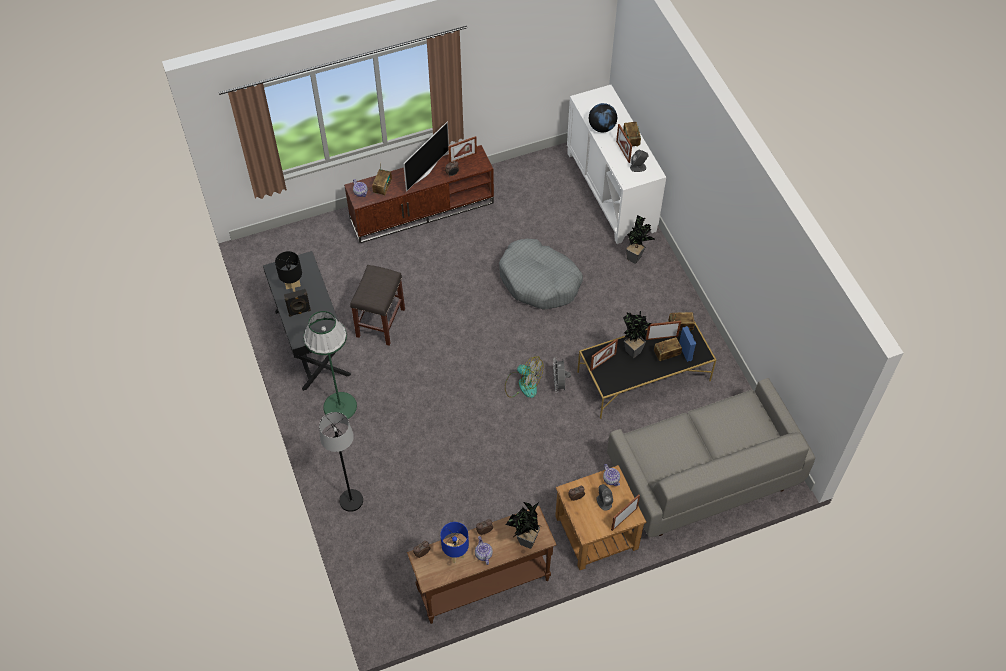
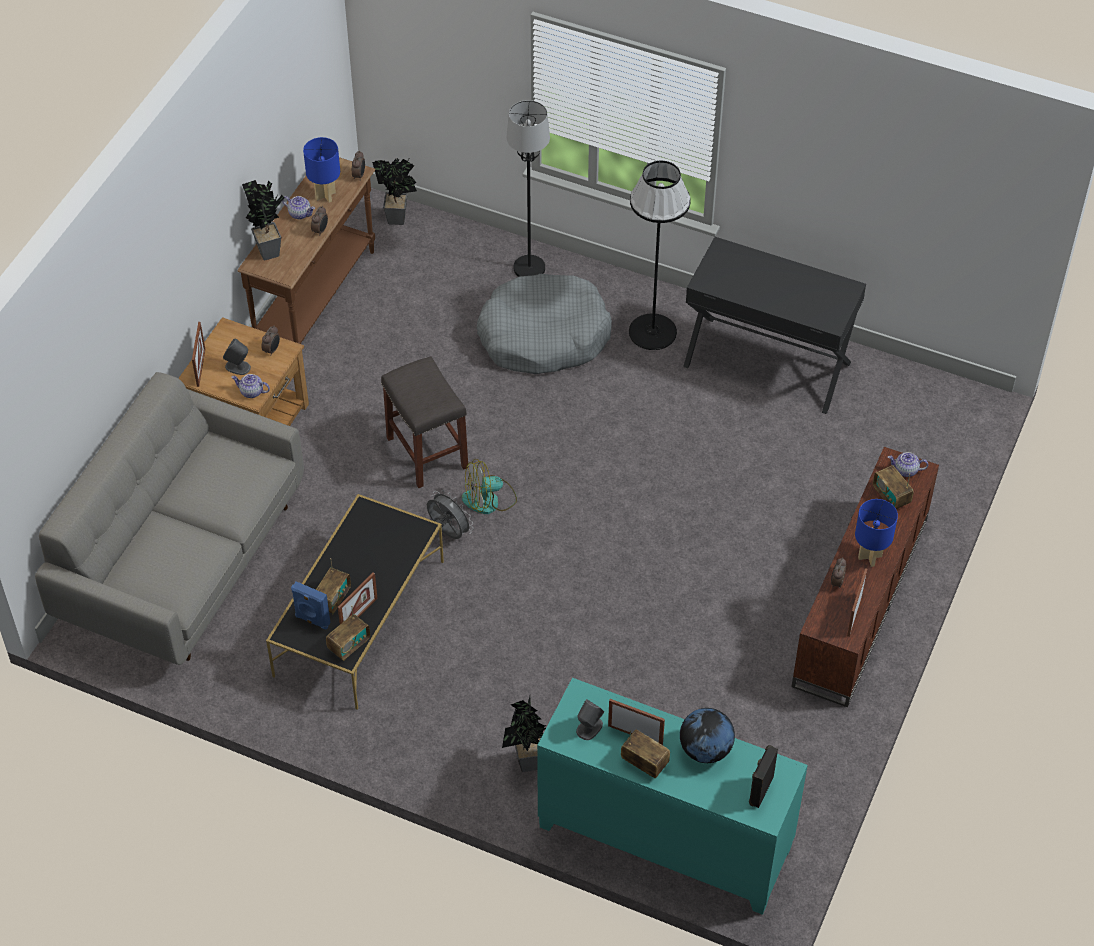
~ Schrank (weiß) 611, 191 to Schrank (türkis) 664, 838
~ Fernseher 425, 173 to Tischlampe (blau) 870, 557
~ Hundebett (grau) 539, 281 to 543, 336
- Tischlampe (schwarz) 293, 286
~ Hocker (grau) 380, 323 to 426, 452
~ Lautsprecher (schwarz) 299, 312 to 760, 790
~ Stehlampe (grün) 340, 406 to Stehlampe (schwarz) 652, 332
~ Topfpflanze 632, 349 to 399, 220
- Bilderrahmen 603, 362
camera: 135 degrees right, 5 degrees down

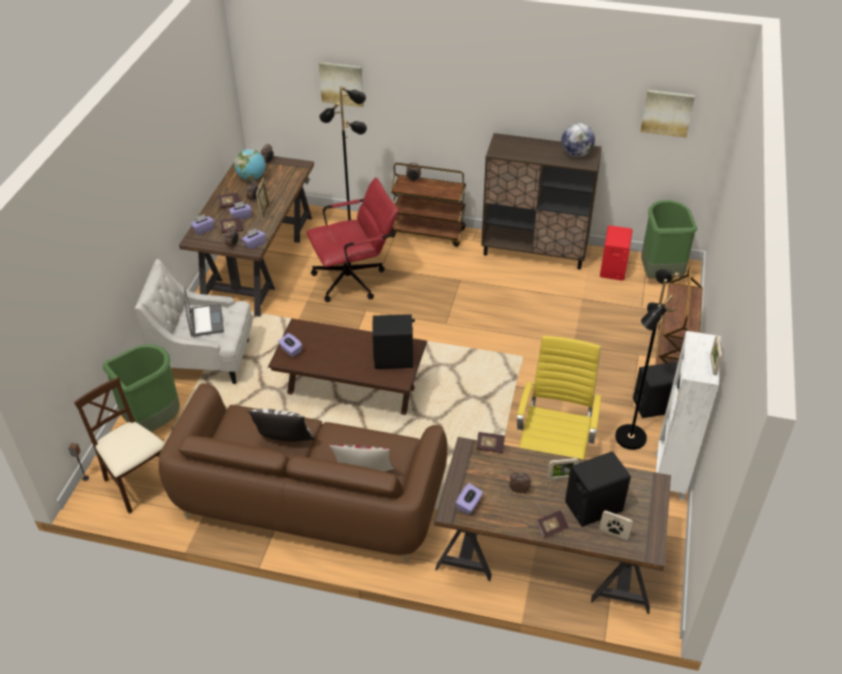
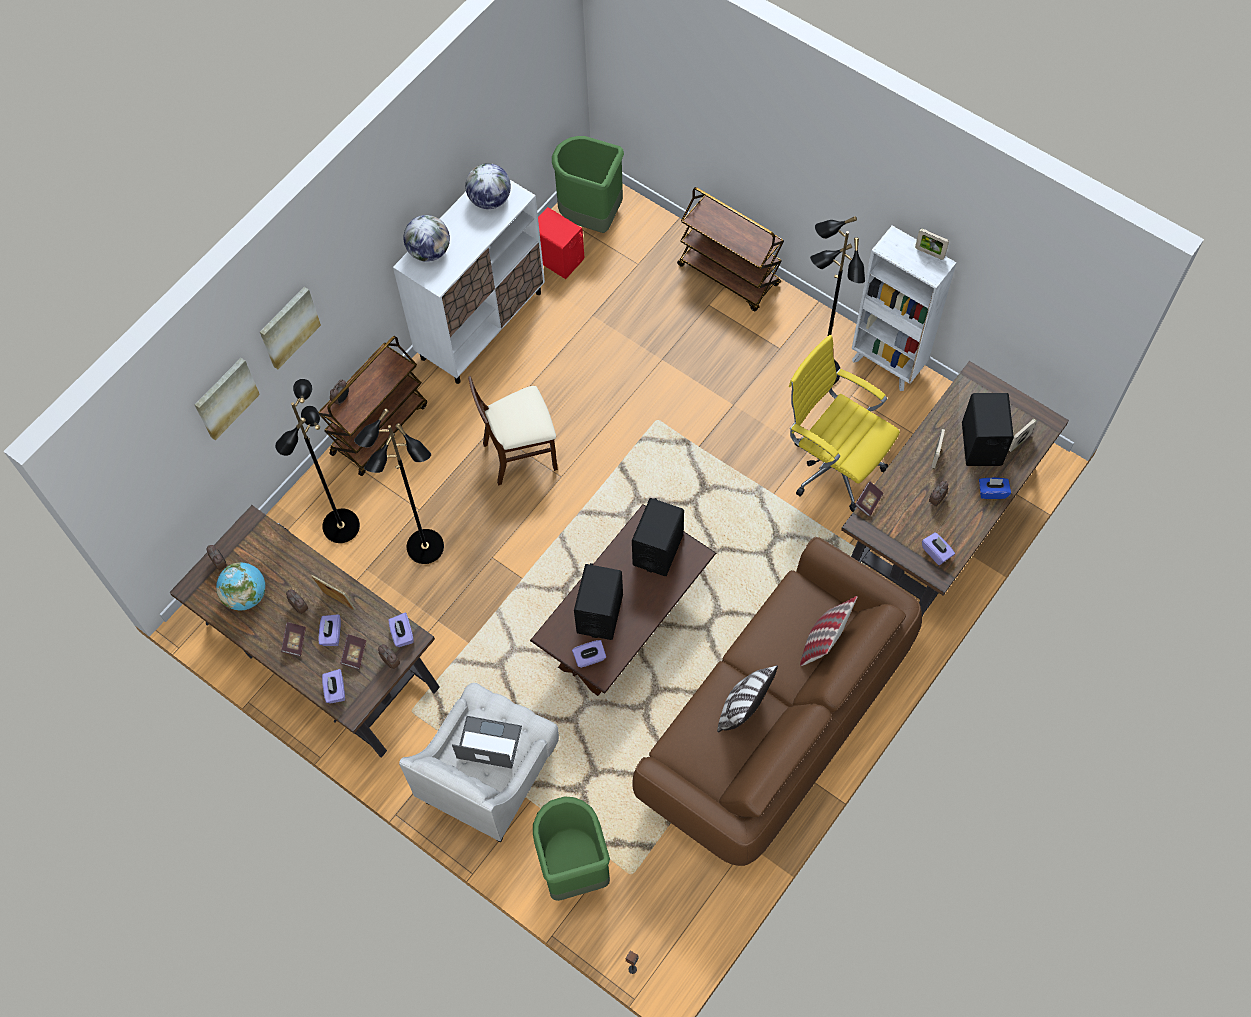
~ Bild 667, 112 to 288, 326
~ Schrank (braun) 535, 251 to Schrank (weiß) 482, 325
~ Bürostuhl (rot) 355, 279 to Stehlampe (schwarz) 425, 548
~ Lautsprecher (schwarz) 655, 406 to 599, 614
~ Stuhl (beige) 138, 483 to 520, 454
~ Buch 551, 527 to Taschentuchbox (blau) 992, 492
+ Globus 429, 251
camera: 65 degrees left, 20 degrees up

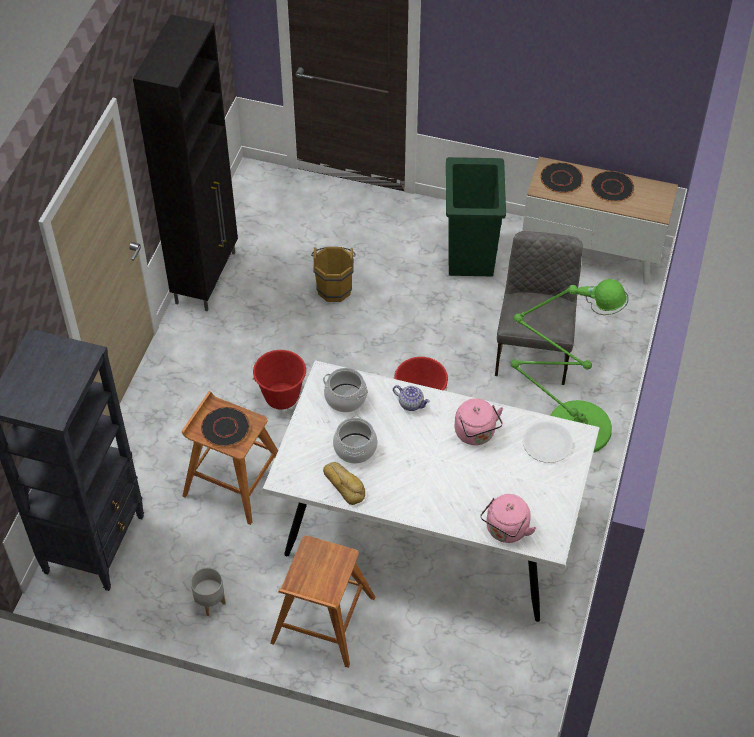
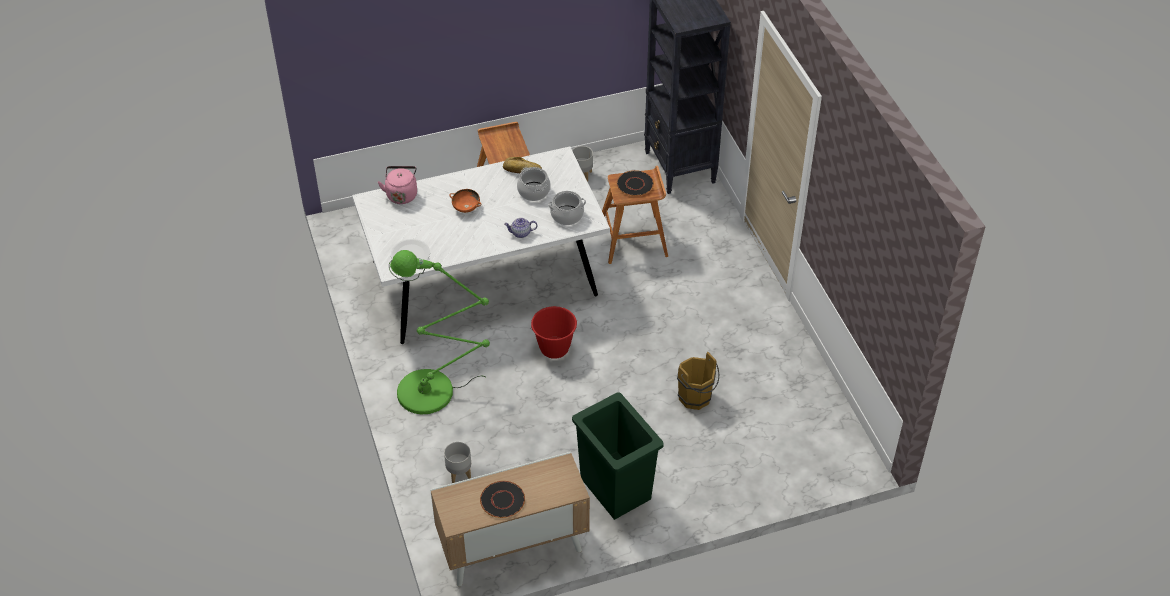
- Schrank (schwarz) 207, 277
- Teller (schwarz) 561, 179
- Stuhl (grau) 533, 350
- Eimer (rot) 281, 397
- Wasserkessel (rosa) 476, 434
+ Schüssel (orange) 466, 207
+ Pflanzkübel (grau) 459, 474
camera: 145 degrees right, 5 degrees down

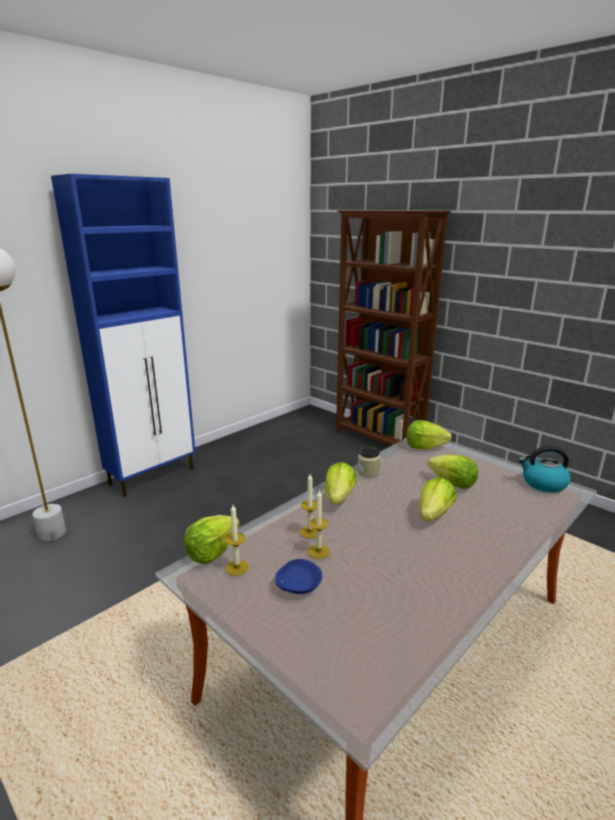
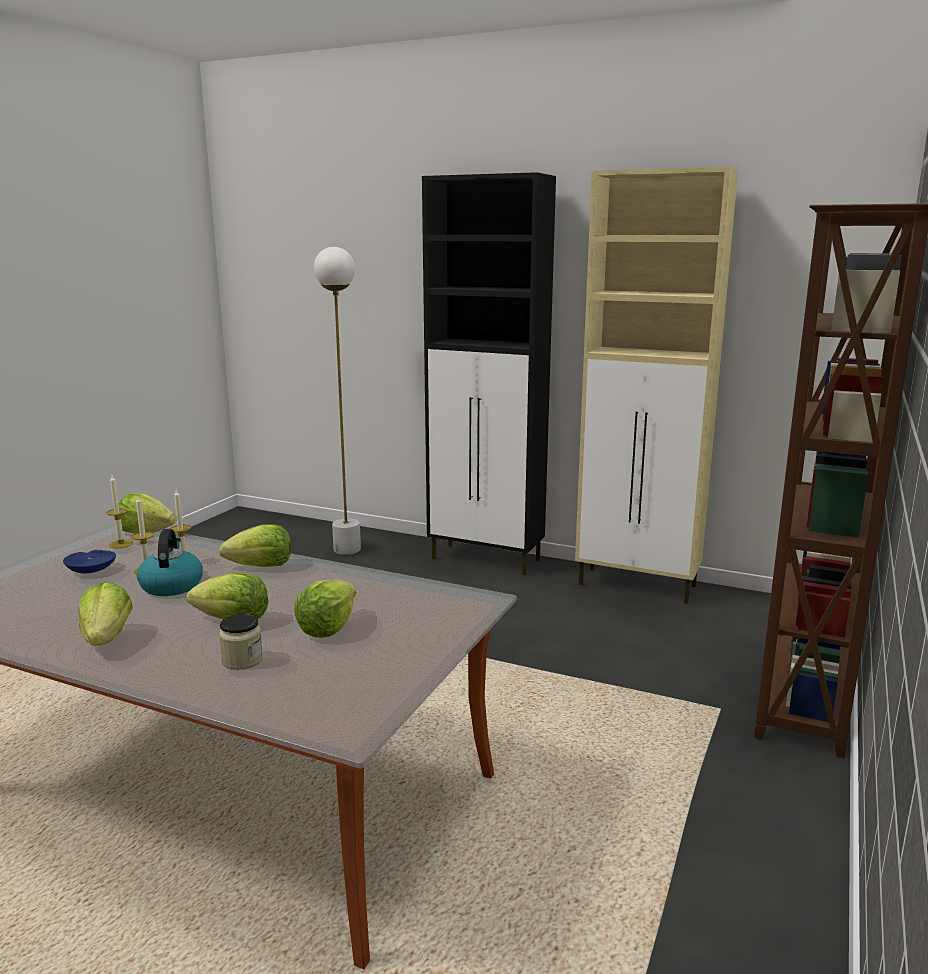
~ Schrank (blau) 153, 476 to Schrank (schwarz) 487, 559
~ Salatkopf 425, 447 to 106, 639
~ Wasserkessel 543, 483 to 171, 585
~ Vorratsglas 368, 472 to 242, 660
+ Schrank (beige) 638, 585
camera: 70 degrees right, 5 degrees down

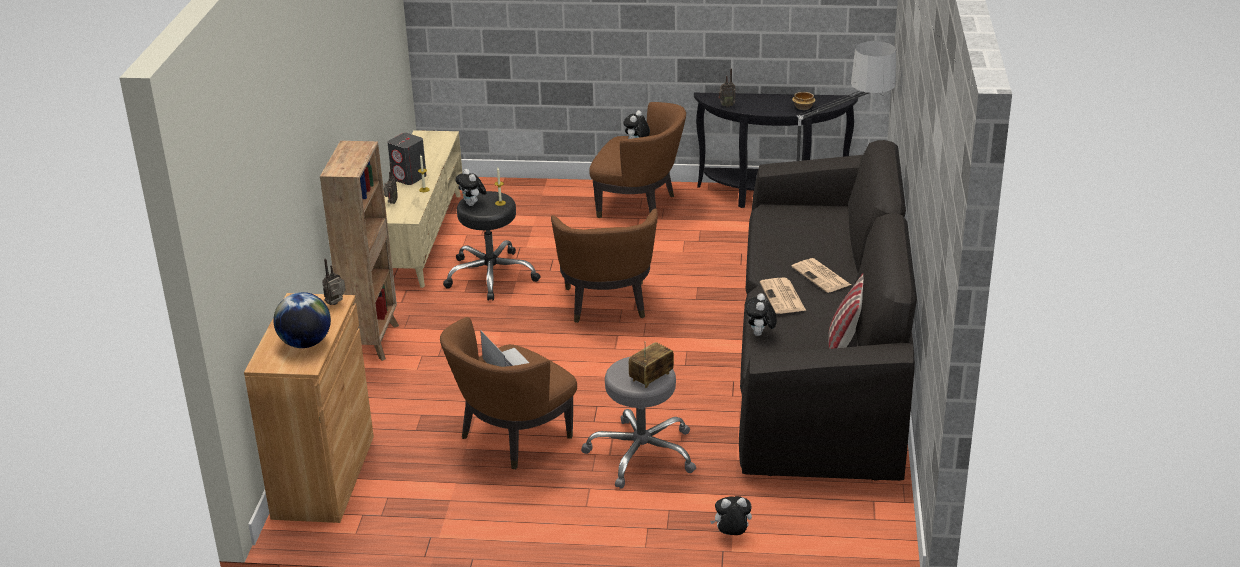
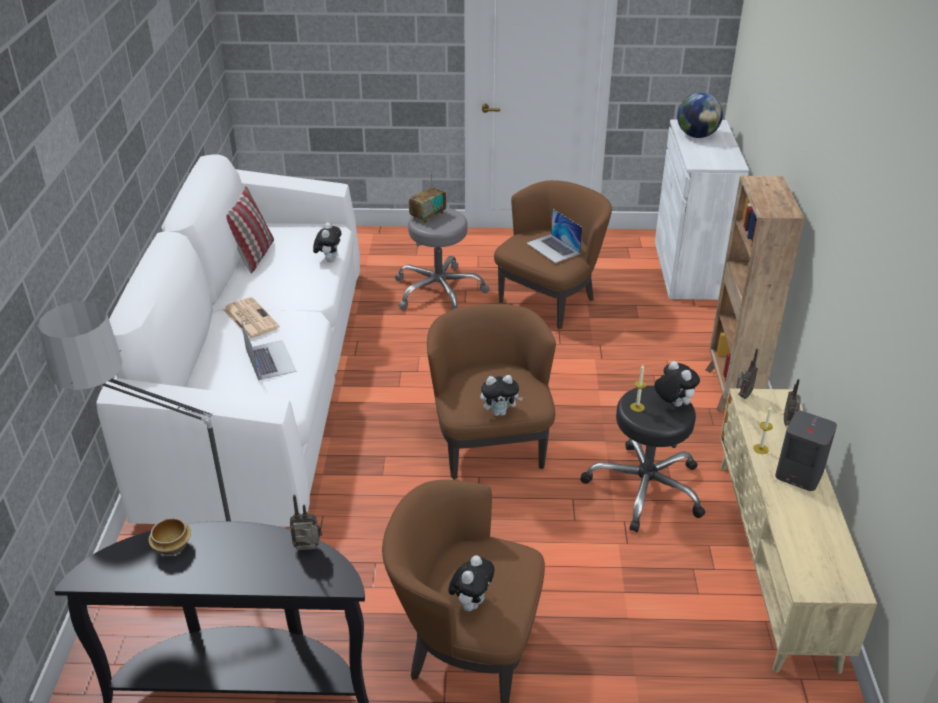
~ Sofa (schwarz) 820, 359 to Sofa (weiß) 263, 380
~ Radio 337, 304 to 742, 396
- Zeitung 783, 297
~ Schrank (braun) 324, 476 to Schrank (weiß) 688, 269
~ Plüschtier 731, 535 to 500, 412
+ Laptop 270, 359
camera: 175 degrees right, 5 degrees up

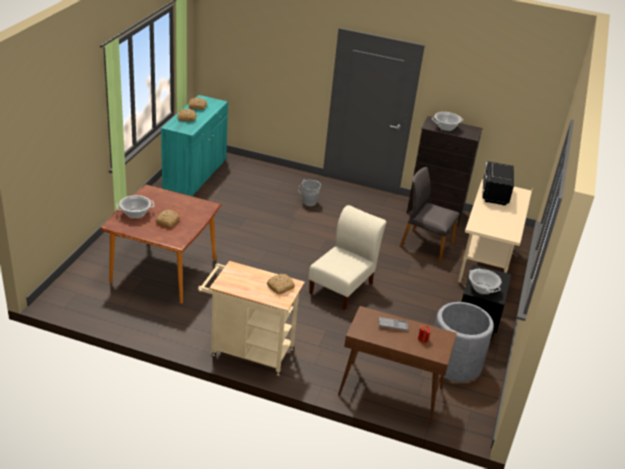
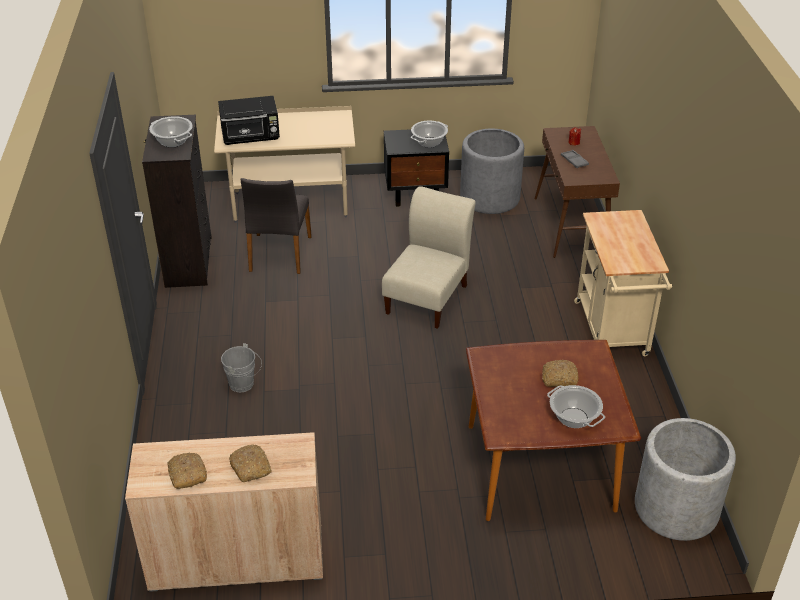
~ Schrank (türkis) 195, 174 to Schrank (beige) 237, 558
~ Stuhl (beige) 343, 286 = 428, 297 105 degrees clockwise
- Brot 280, 286
+ Pflanzkübel (grau) 676, 509
camera: 110 degrees left, 5 degrees up

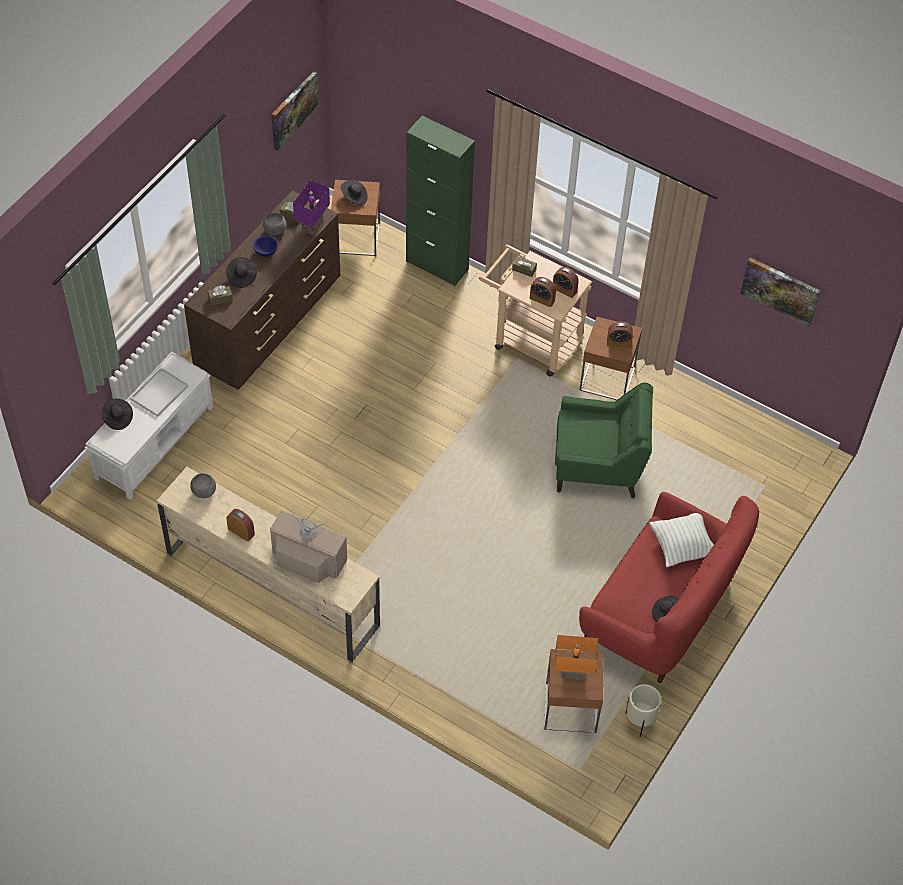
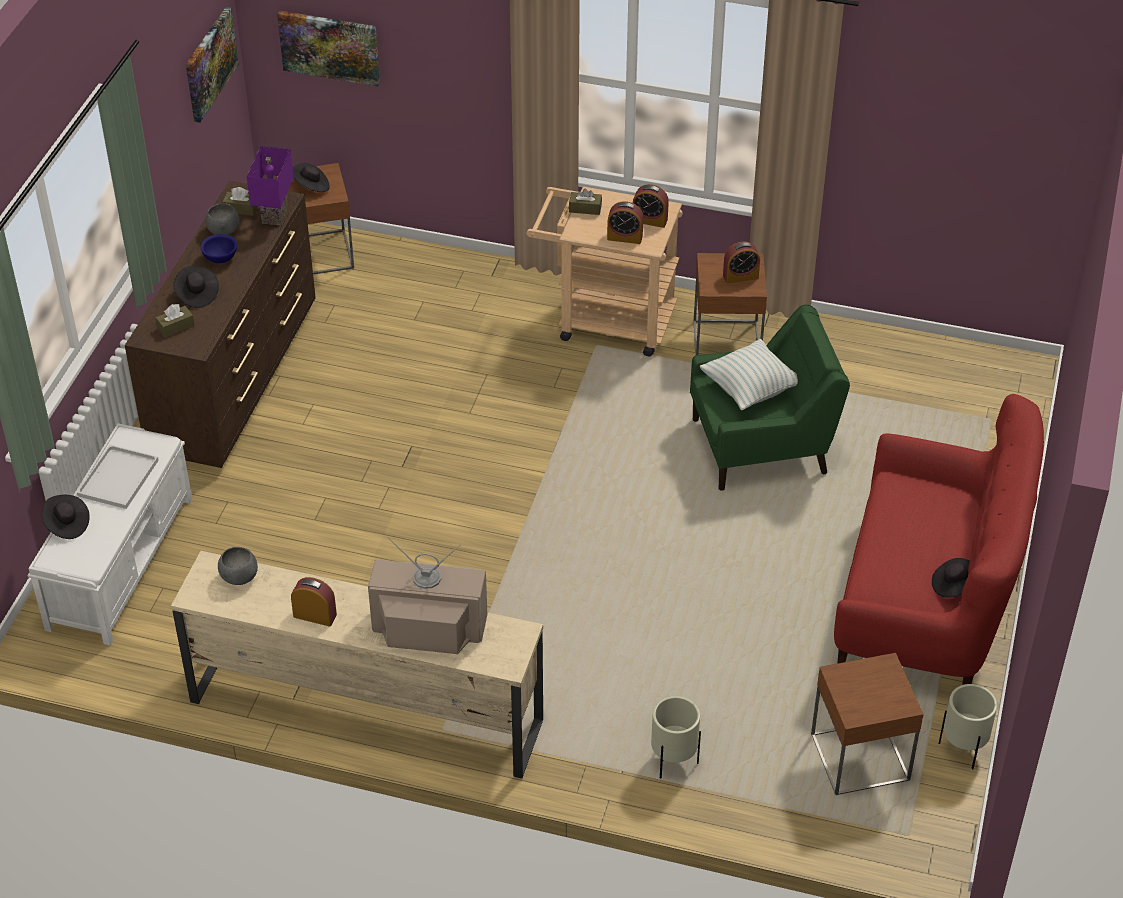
- Schrank (grün) 437, 265
~ Bild 780, 290 to 329, 47
~ Kissen 682, 547 to 750, 389
- Tischlampe (orange) 572, 673
+ Pflanzkübel (beige) 673, 762
camera: 15 degrees left, 10 degrees down

